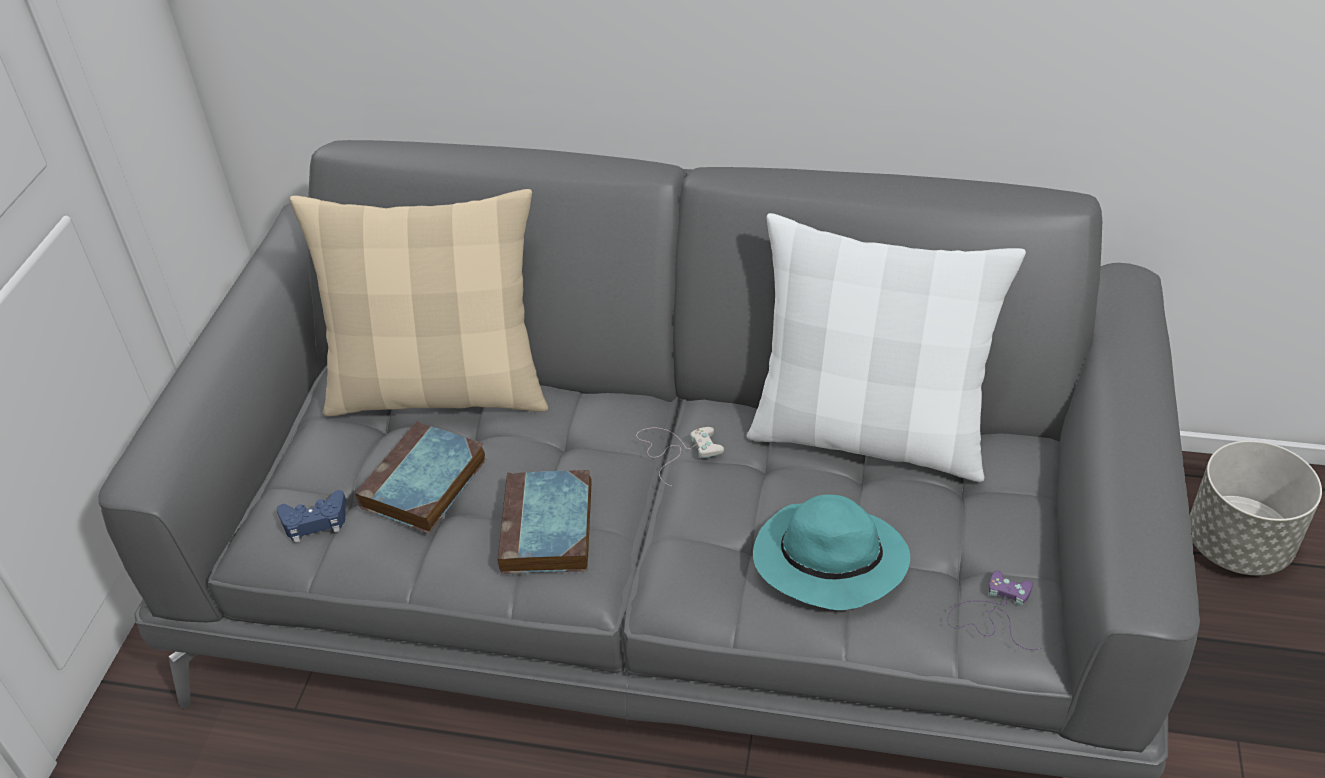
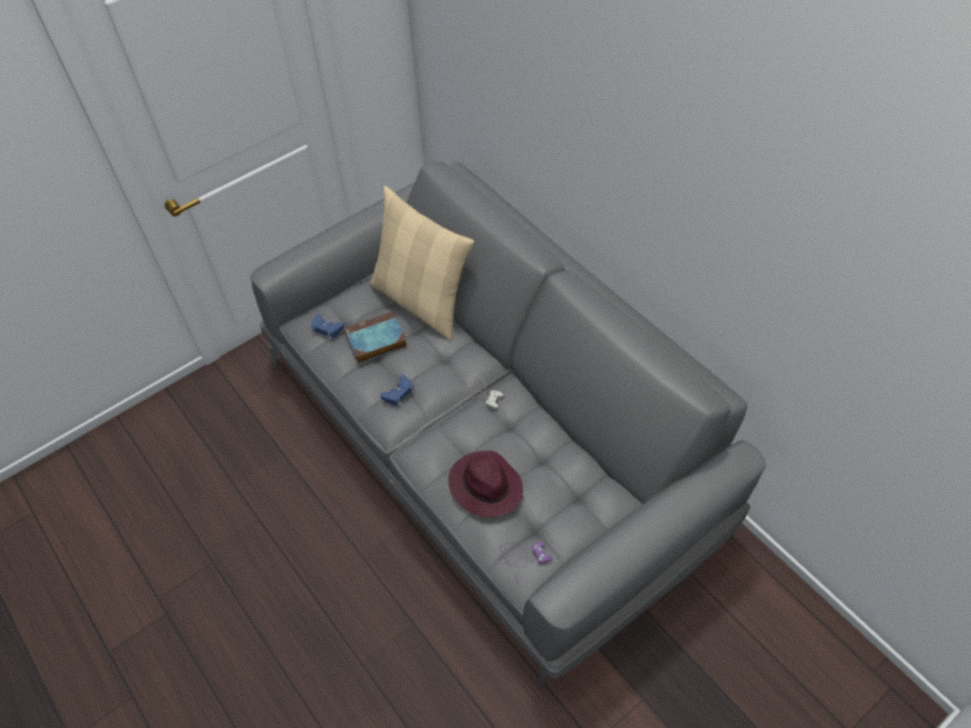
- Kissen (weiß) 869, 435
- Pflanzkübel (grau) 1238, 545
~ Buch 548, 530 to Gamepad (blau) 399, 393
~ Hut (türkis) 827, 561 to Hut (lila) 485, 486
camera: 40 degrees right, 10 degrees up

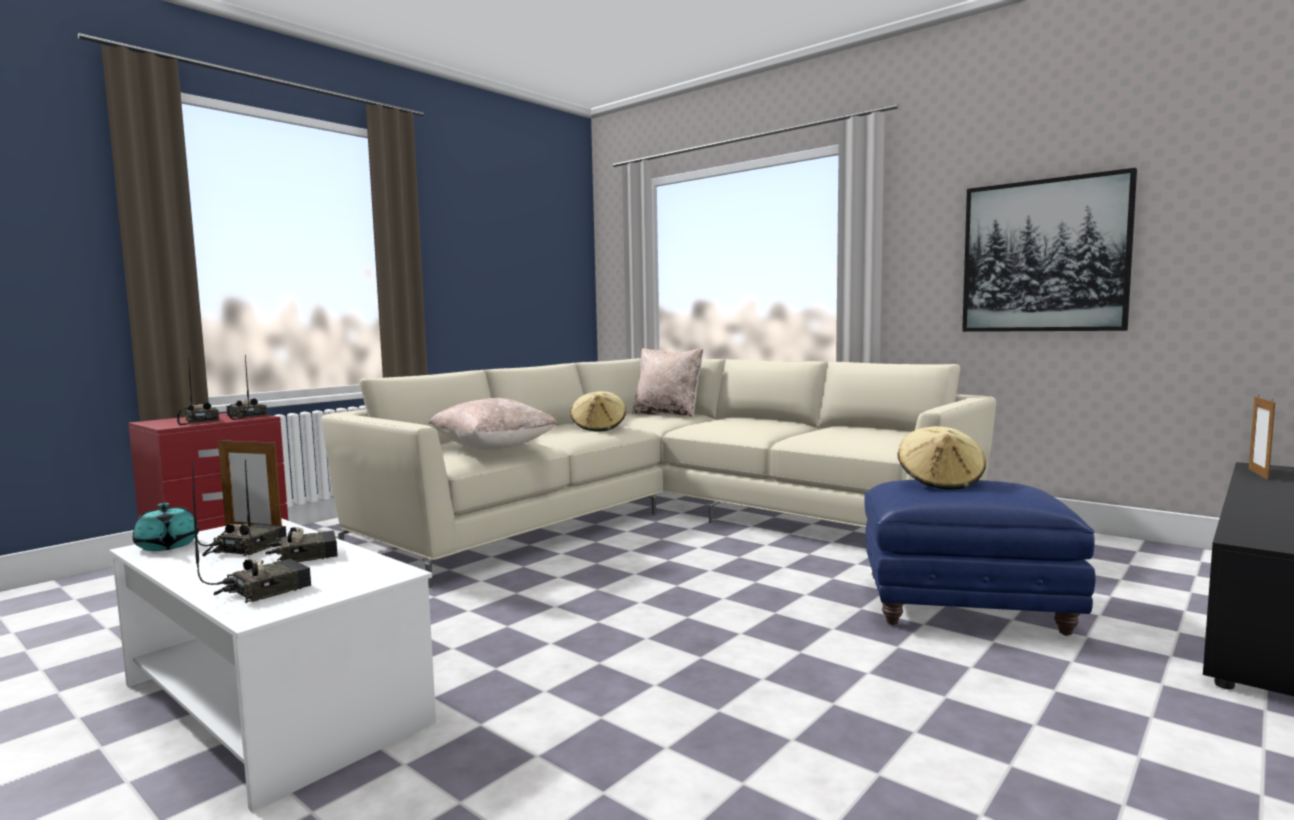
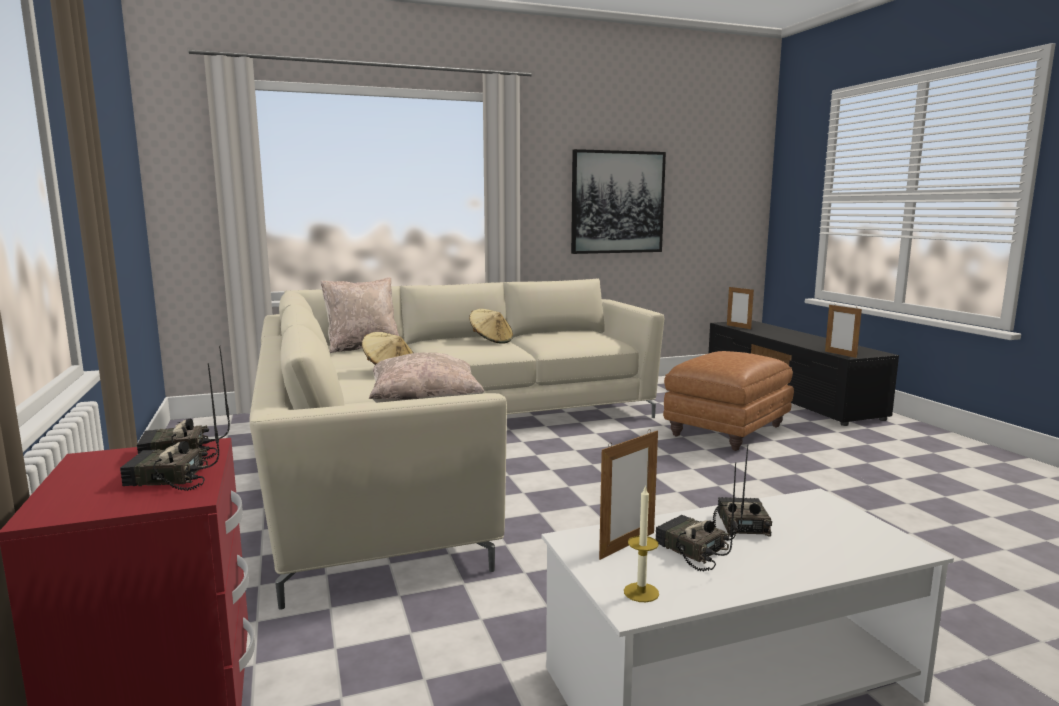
~ Hut (beige) 940, 482 to 491, 341
~ Polsterhocker (blau) 962, 609 to Polsterhocker (braun) 727, 432
- Radio 264, 590
~ Teekanne (türkis) 167, 546 to Kerze 641, 592
+ Bilderrahmen 840, 354
camera: 60 degrees left, 5 degrees up

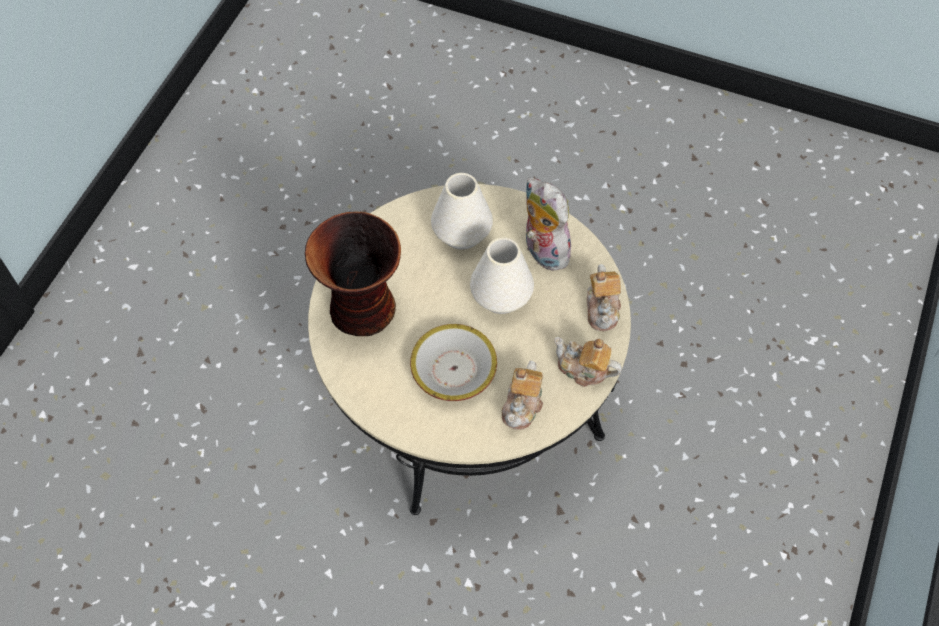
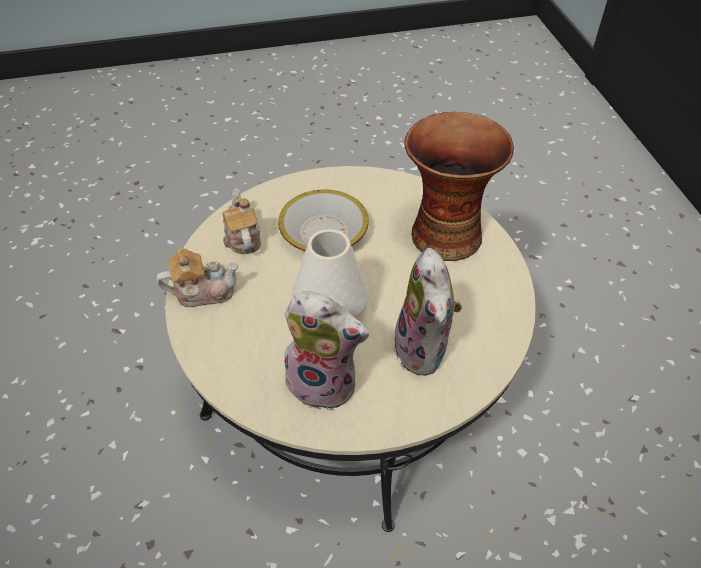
~ Vase (weiß) 462, 234 to Plüschtier 424, 351
- Teekanne 602, 308
camera: 145 degrees right, 10 degrees down

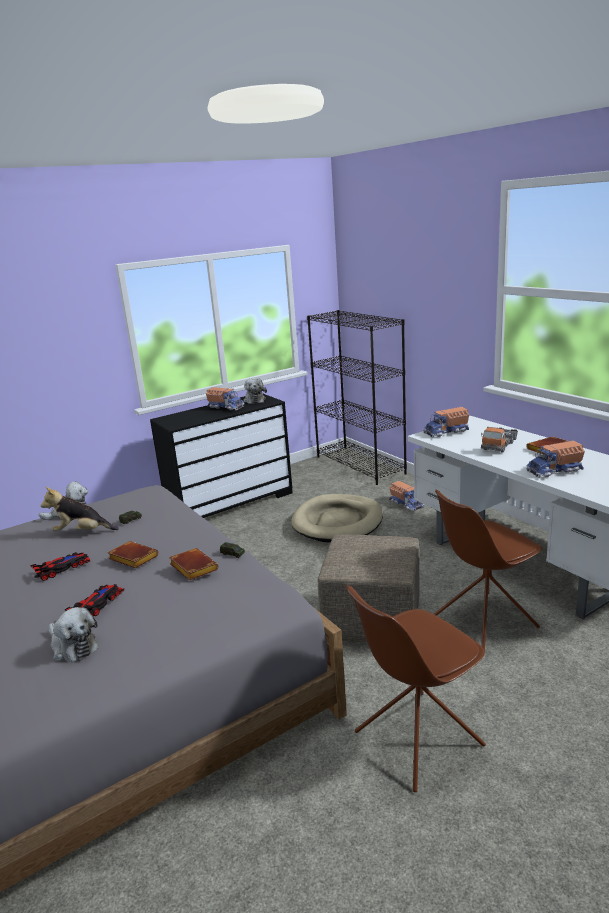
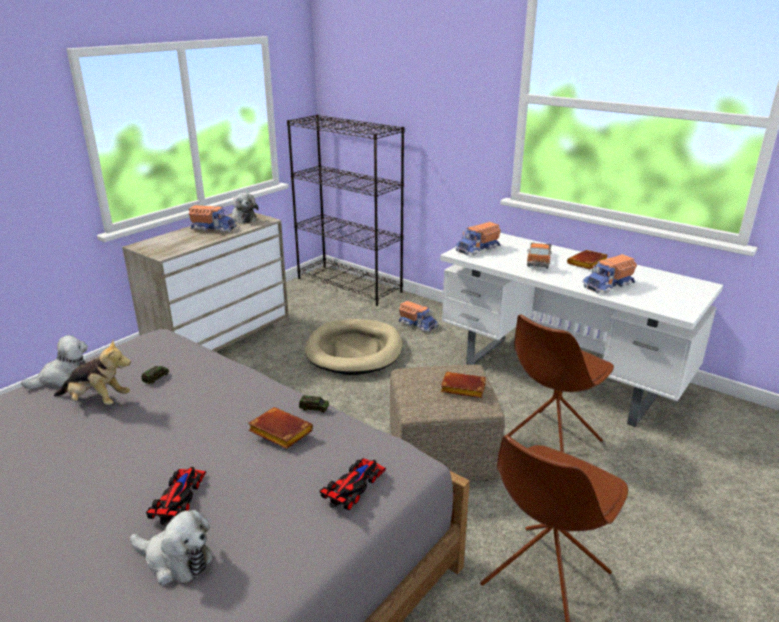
~ Kommode (schwarz) 230, 502 to Kommode (beige) 220, 338
~ Plüschtier 82, 532 = 97, 400 150 degrees counterclockwise
~ Buch (braun) 131, 558 to 461, 389
~ Spielzeugauto 62, 568 to 354, 485
camera: 20 degrees left, 5 degrees up

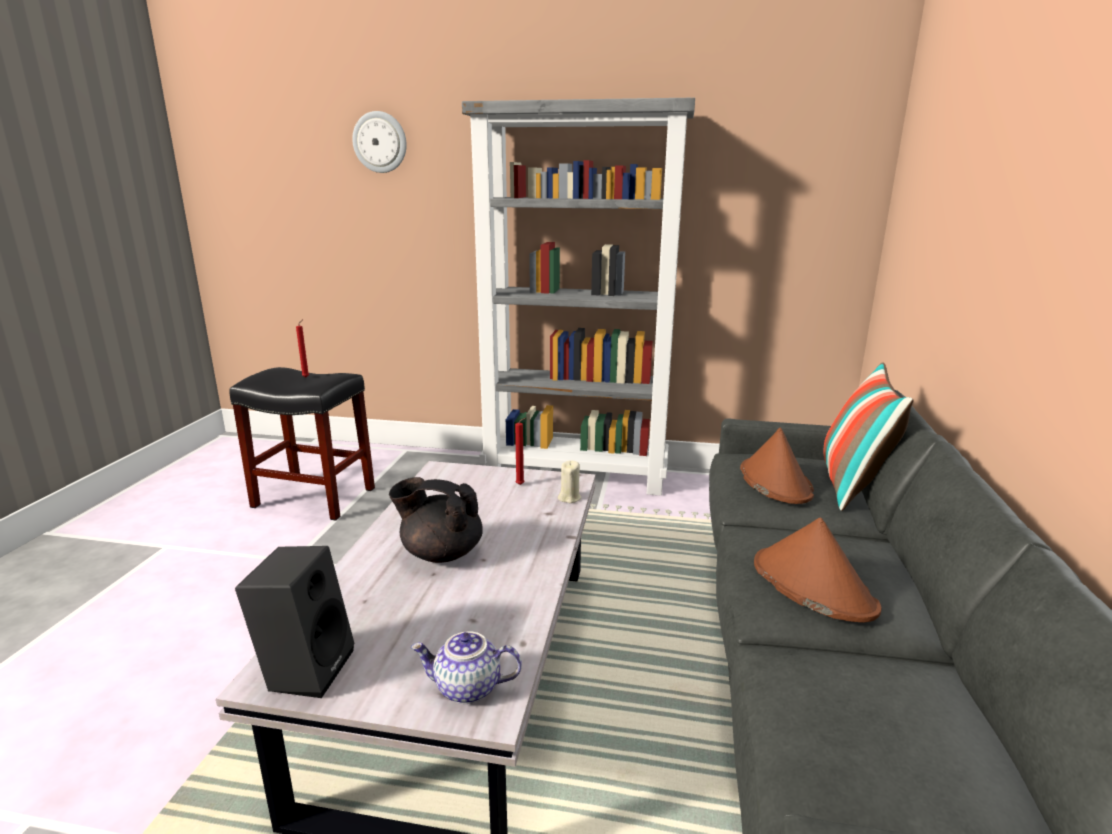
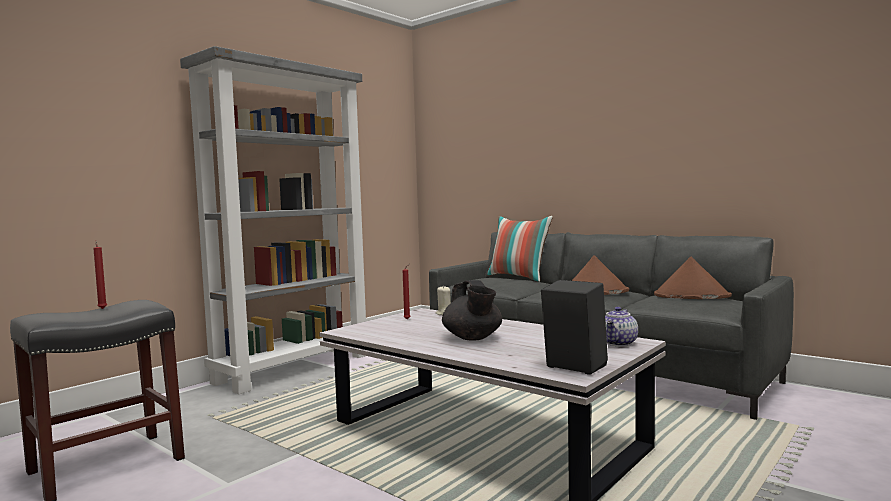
- Wanduhr 380, 142
~ Hut (braun) 774, 481 to 691, 296
~ Teekanne (schwarz) 441, 553 = 473, 338 60 degrees counterclockwise
camera: 60 degrees left, 15 degrees down

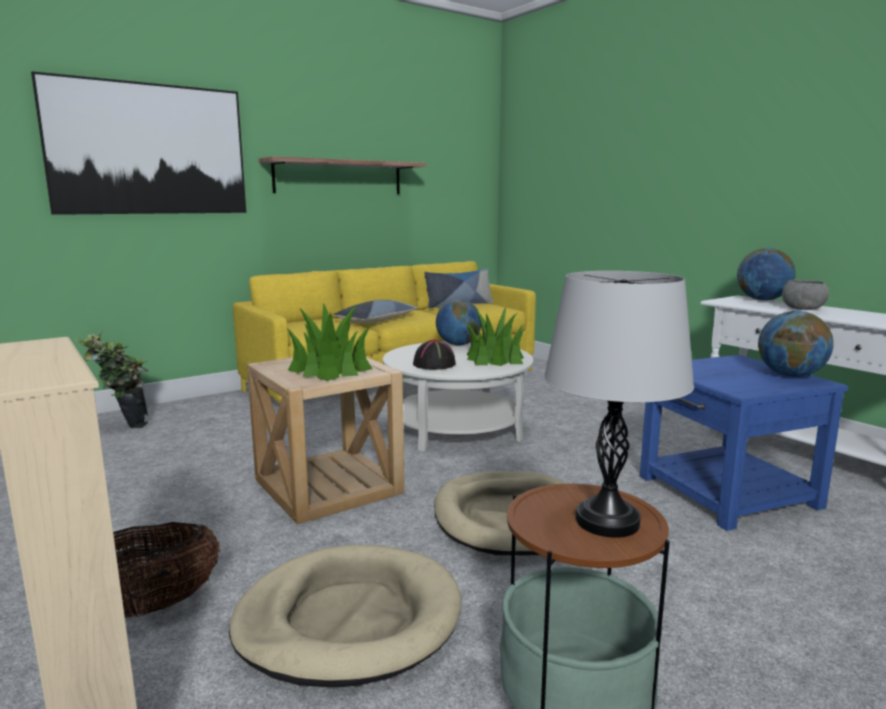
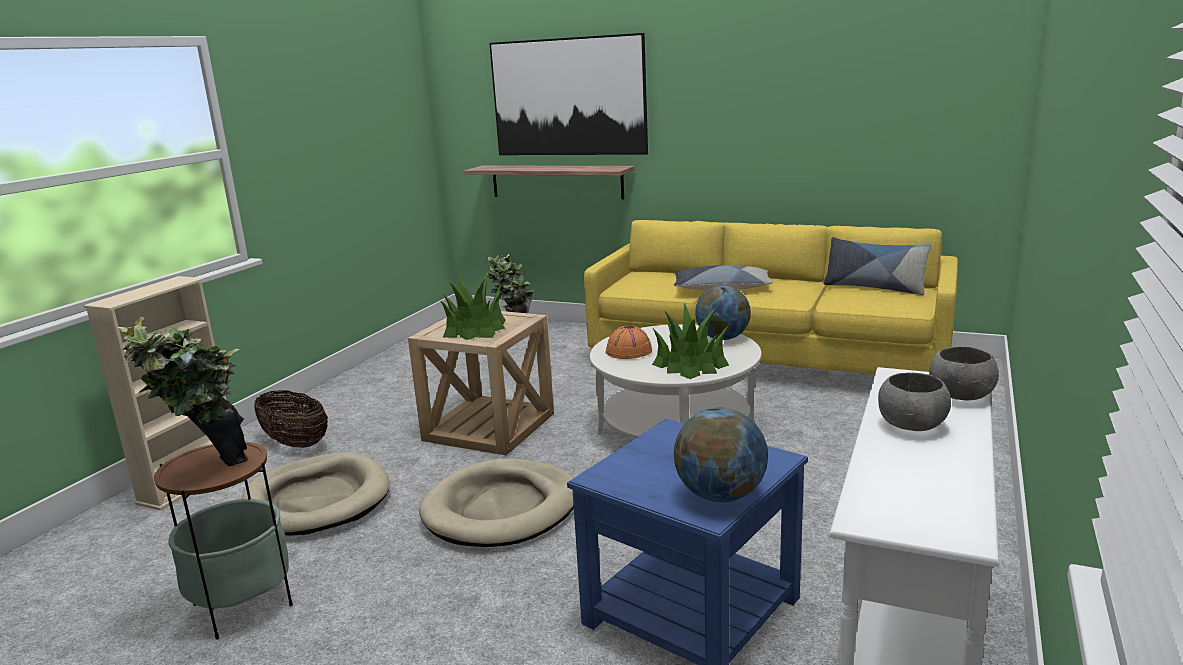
~ Wandregal 339, 177 to 556, 181
~ Globus 762, 300 to Schüssel (grau) 961, 395
~ Tischlampe (grau) 607, 521 to Topfpflanze 208, 471
~ Hut (schwarz) 434, 365 to Hut (orange) 628, 352
camera: 60 degrees right, 5 degrees up

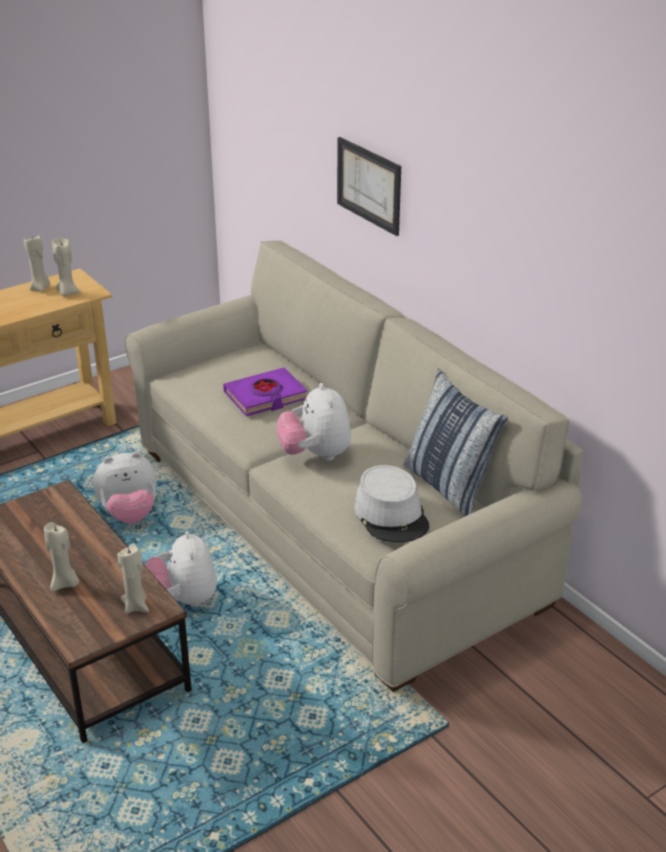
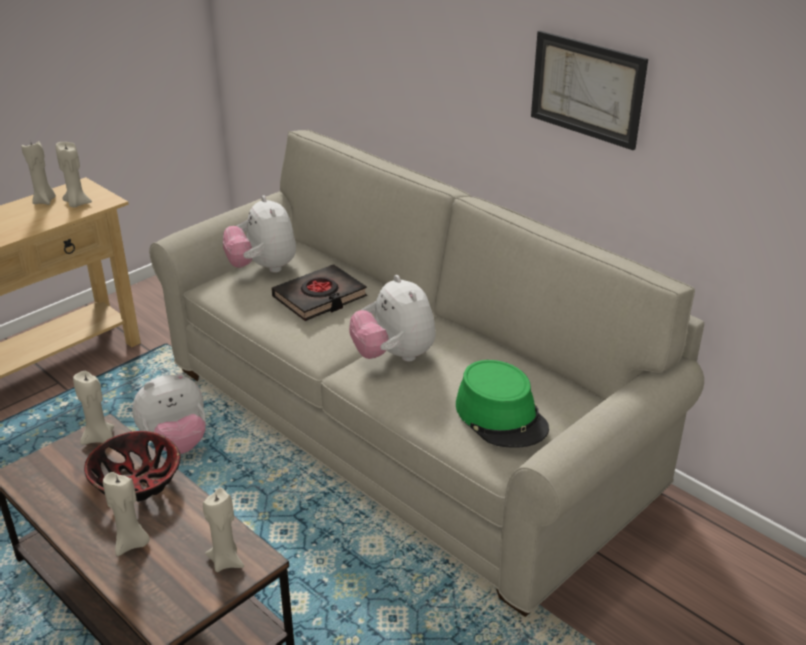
~ Bild 369, 185 to 587, 89
~ Buch (lila) 265, 397 to Buch (schwarz) 320, 298
- Kissen 448, 486
~ Hut (grau) 391, 515 to Hut (grün) 501, 416
~ Plüschtier 183, 599 to 263, 268
+ Kerze (beige) 99, 438
+ Schüssel 137, 483
camera: 10 degrees left, 0 degrees up

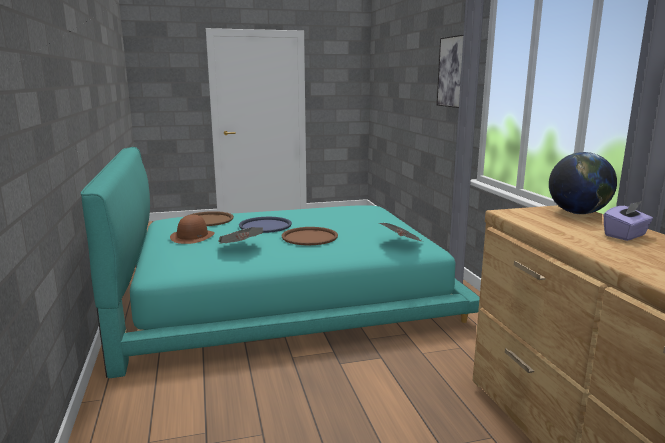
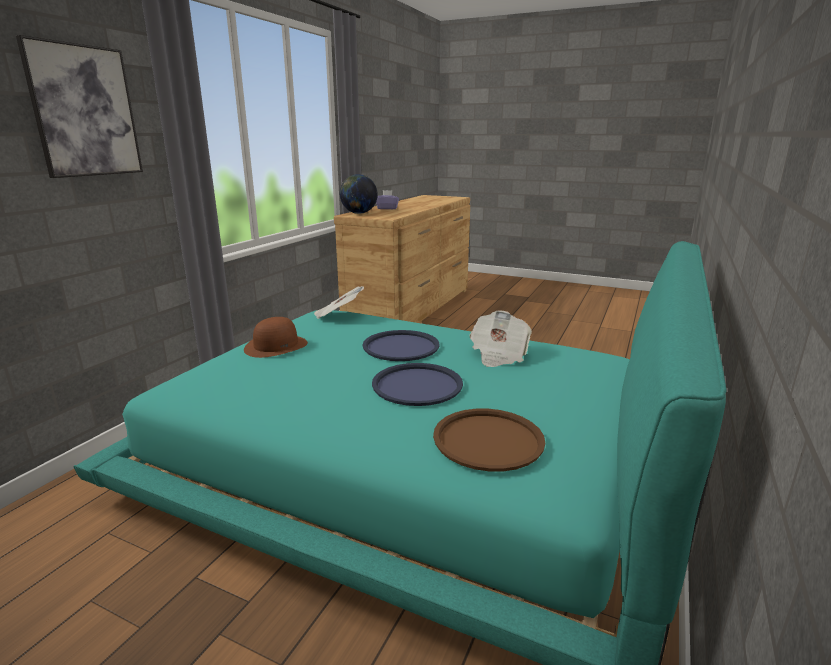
~ Hut (braun) 192, 236 to 276, 346
~ Tablett (braun) 309, 237 to Tablett (blau) 401, 346
camera: 140 degrees left, 5 degrees up

